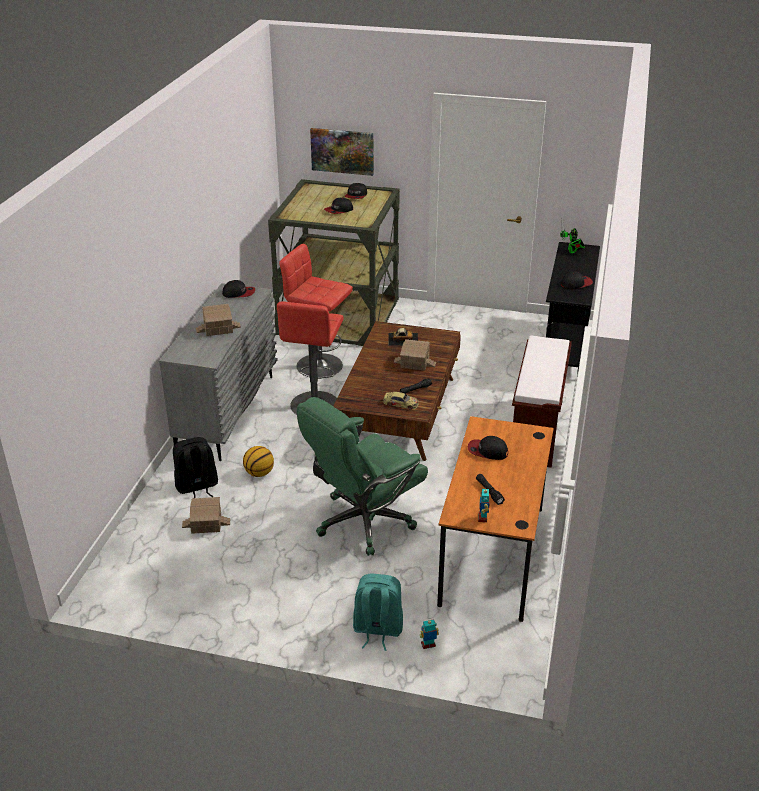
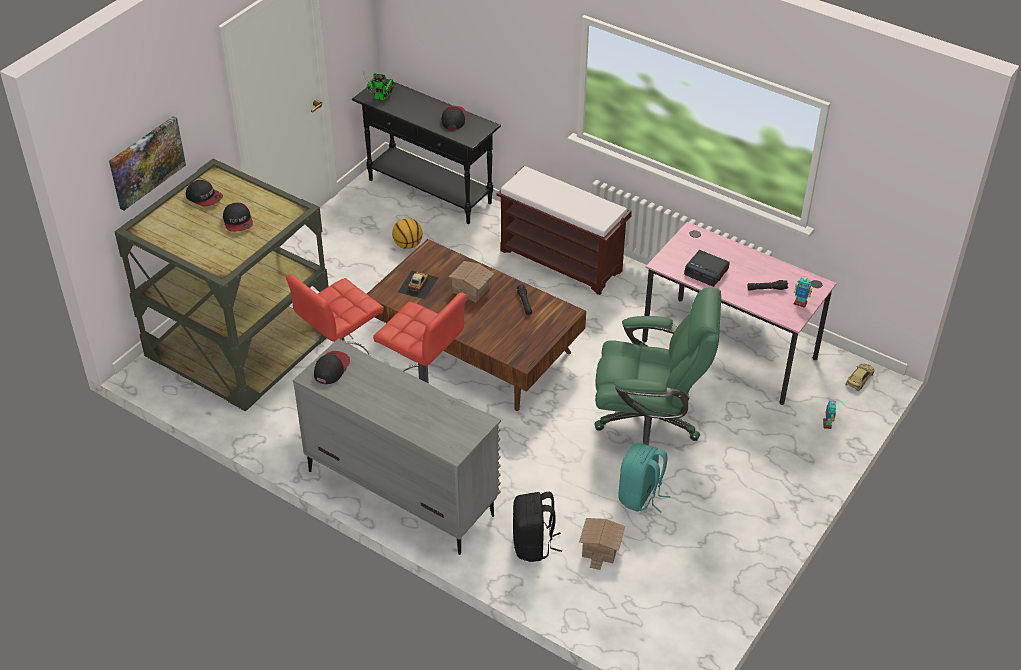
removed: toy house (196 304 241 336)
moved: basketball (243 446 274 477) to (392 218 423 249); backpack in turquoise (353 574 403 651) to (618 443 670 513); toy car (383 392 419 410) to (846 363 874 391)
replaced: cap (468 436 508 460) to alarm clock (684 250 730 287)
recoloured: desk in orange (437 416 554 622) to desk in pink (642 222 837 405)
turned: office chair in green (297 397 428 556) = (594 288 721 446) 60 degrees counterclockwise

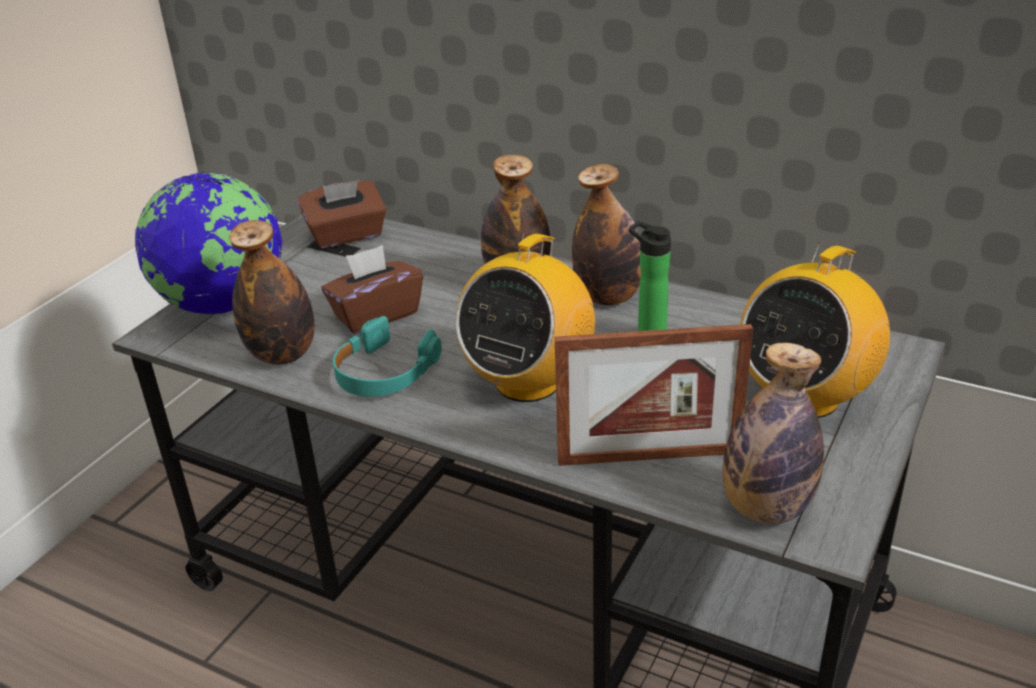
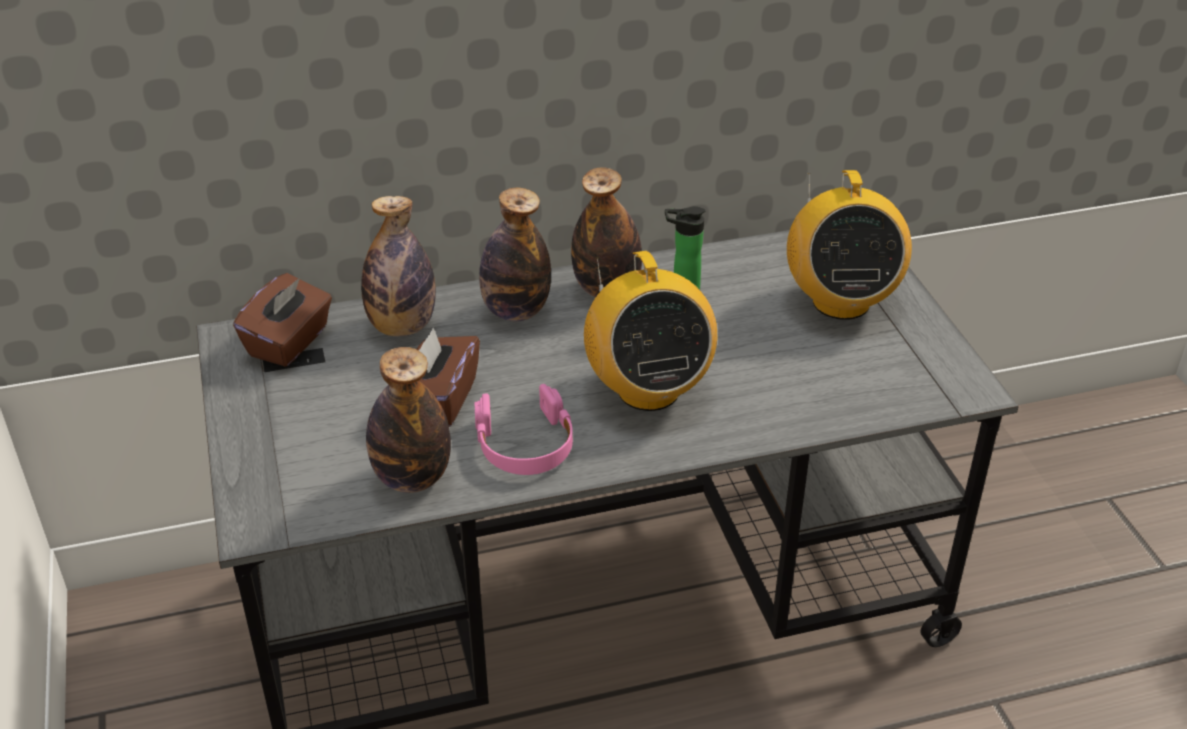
removed: globe (135 172 282 315); picture frame (555 324 753 466)
moved: bottle (723 343 824 524) to (361 196 436 336)
recoloured: headphones in turquoise (333 316 442 397) to headphones in pink (475 384 573 475)

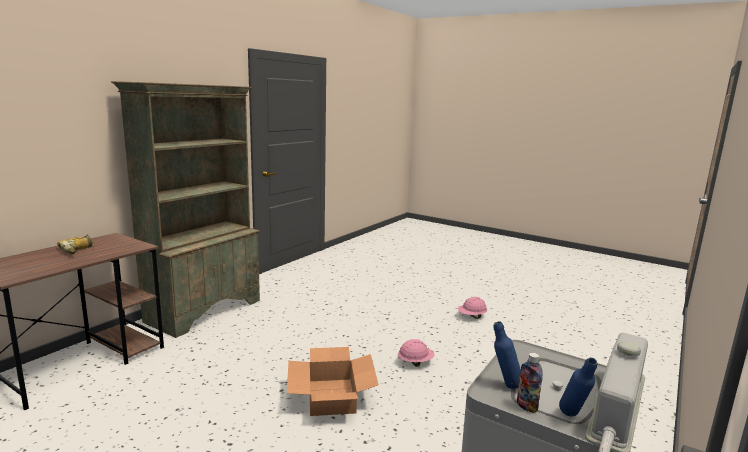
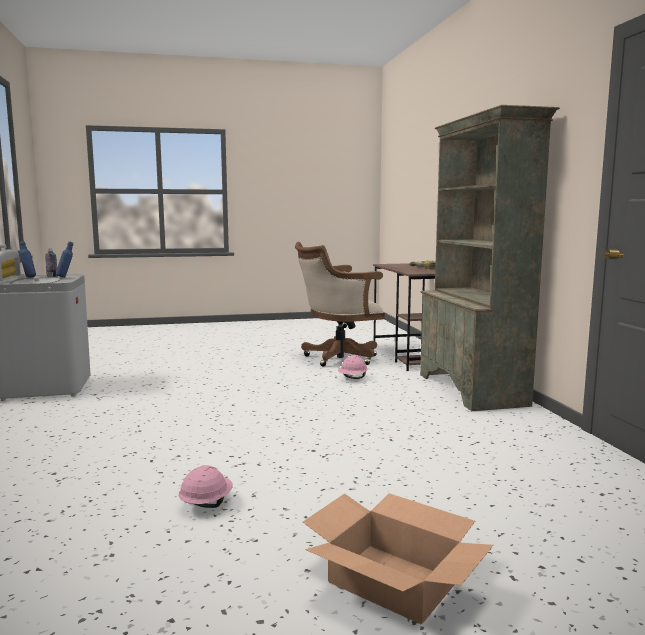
added: office chair (295 242 385 367)
moved: cardboard box (287 347 379 416) to (303 493 494 624); hard hat in pink (398 339 435 367) to (338 355 368 379)

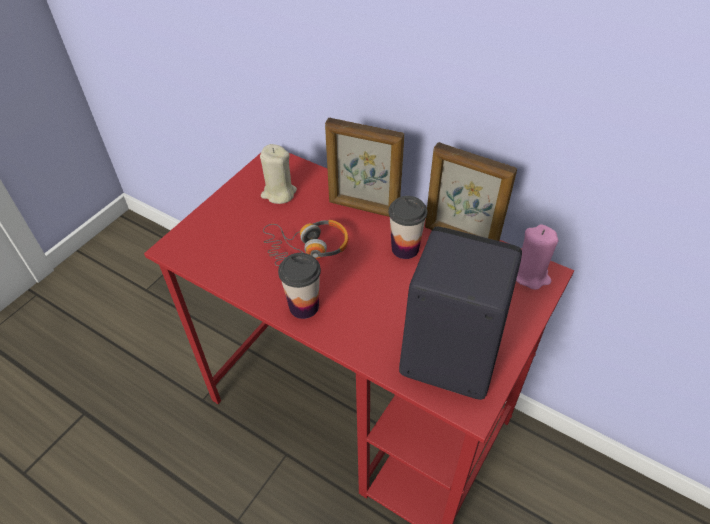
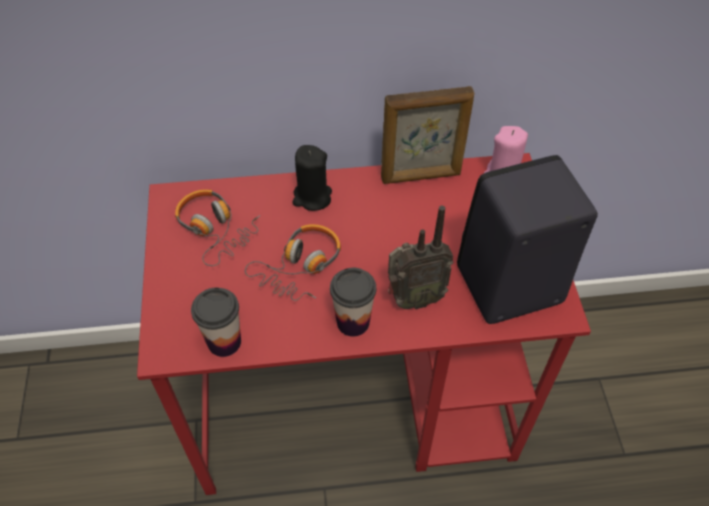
added: radio (388 206 453 309)
moved: cup (388 196 427 259) to (191 288 241 357)
replaced: candle in beige (260 144 297 204) to headphones (175 189 260 266); picture frame (325 118 404 217) to candle in black (293 145 332 211)

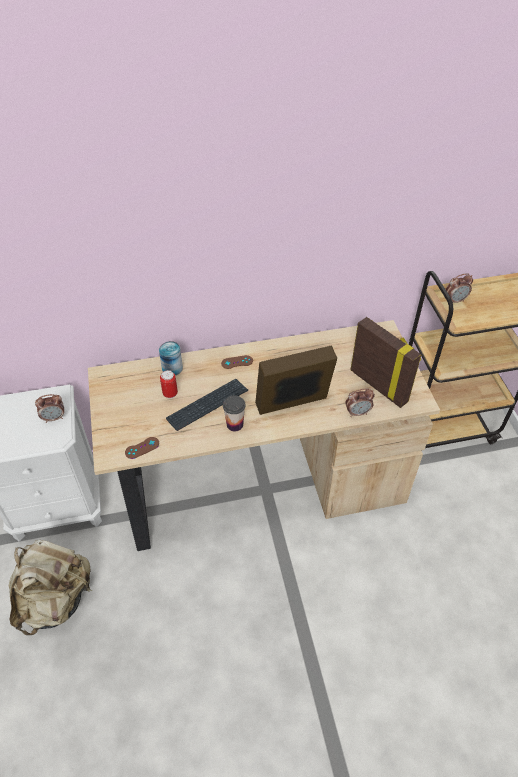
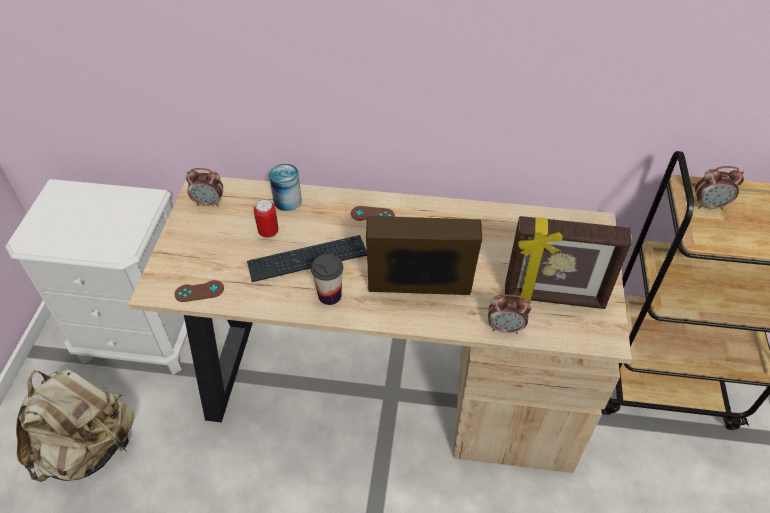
moved: alarm clock (35 394 64 423) to (186 168 223 206)
turned: picture frame (351 317 421 408) = (505 216 632 309) 120 degrees clockwise

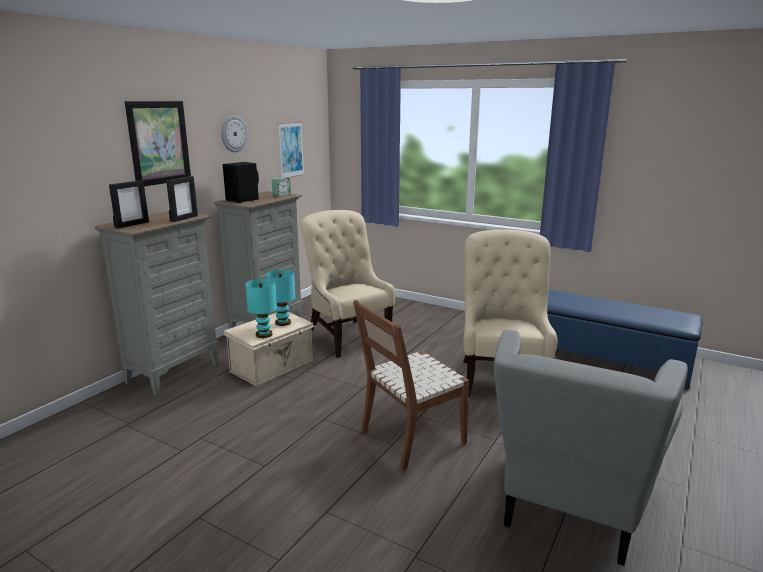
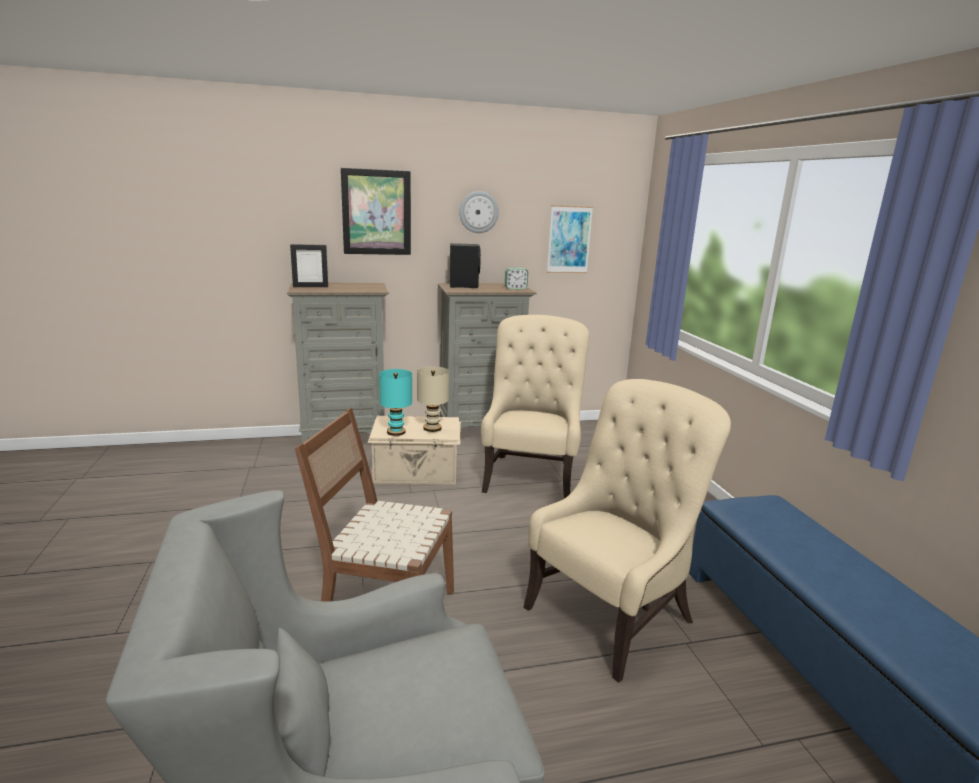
removed: picture frame (166 176 198 222)
recoloured: table lamp in turquoise (266 269 295 326) to table lamp in beige (417 366 449 432)

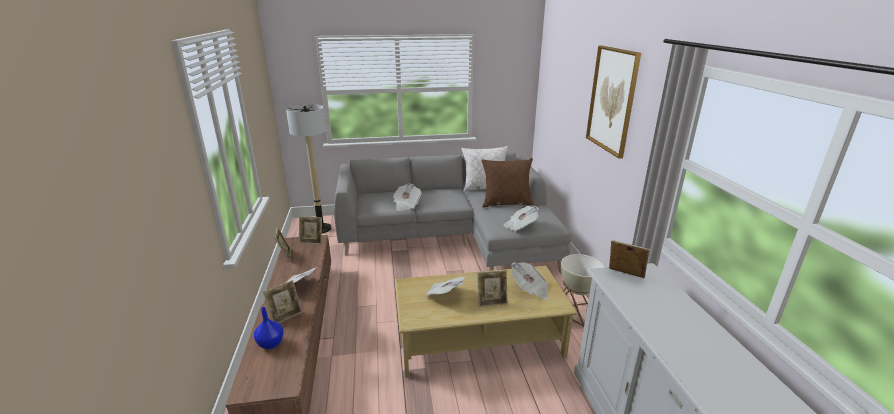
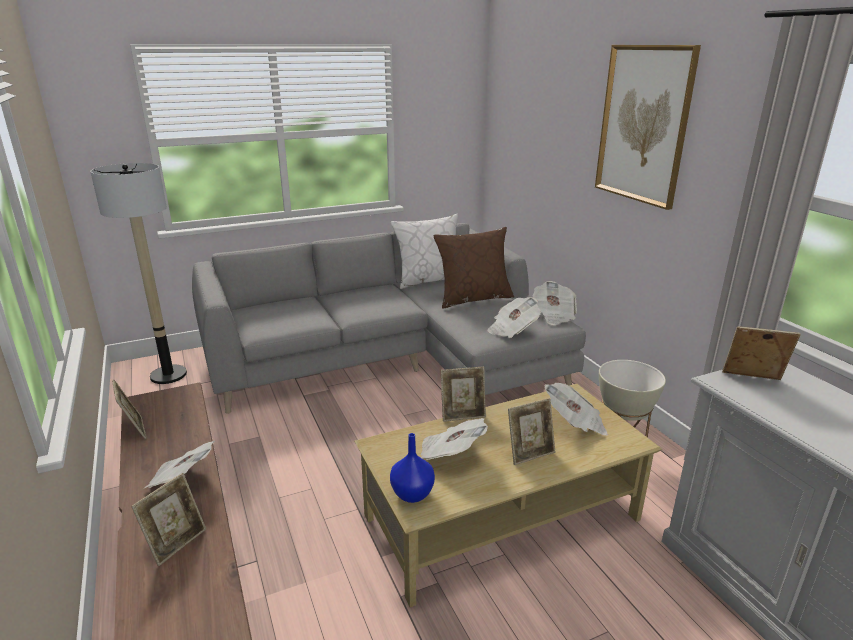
moved: vase in blue (254 307 283 349) to (390 433 435 503); picture frame (299 216 322 244) to (441 367 486 422); newspaper (393 184 422 211) to (533 281 577 325)

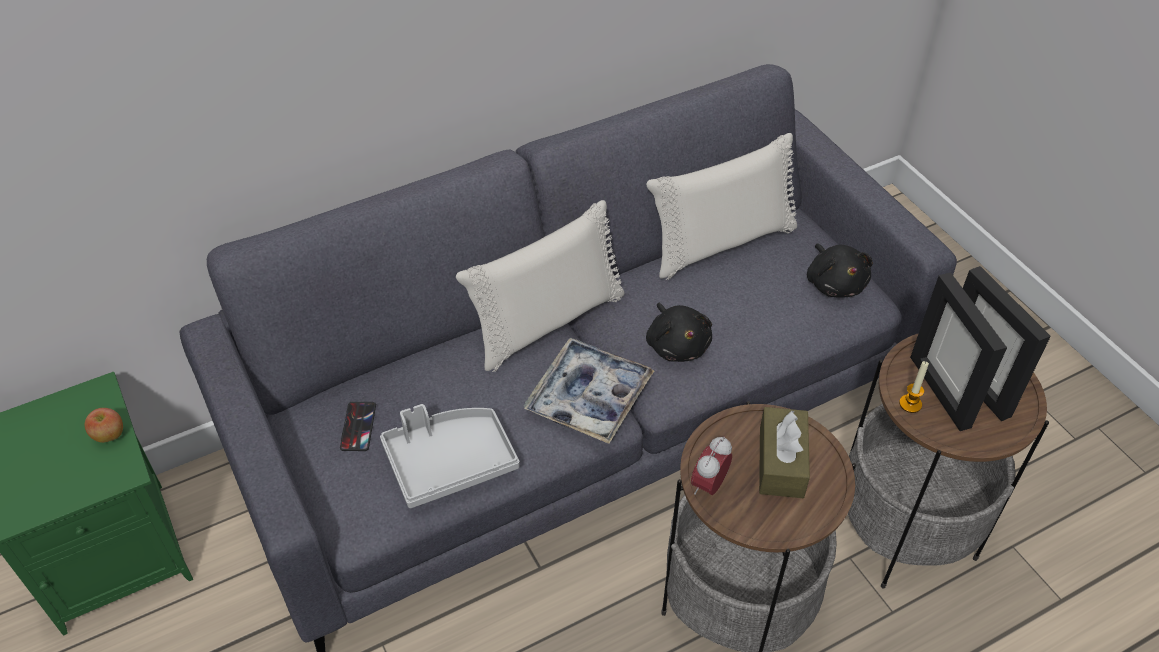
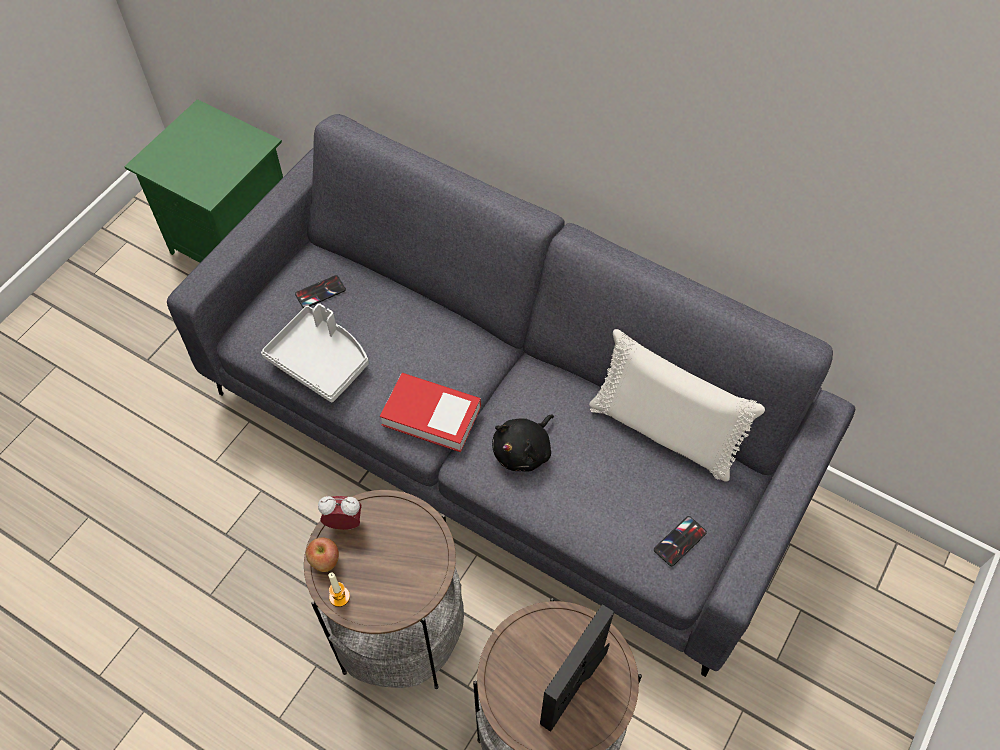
removed: pillow in white (456 200 624 372); tissue box in brown (759 407 810 498); picture frame (910 272 1007 431)
moved: apple (85 408 123 443) to (306 538 339 572); candle (899 361 929 413) to (328 572 350 607)
replaced: tray (524 338 654 444) to book (380 373 481 452); plush toy in black (807 243 873 298) to phone (654 516 707 566)

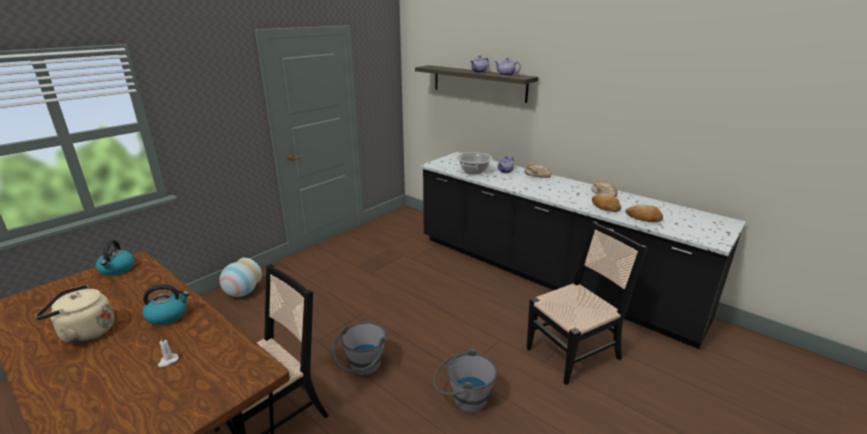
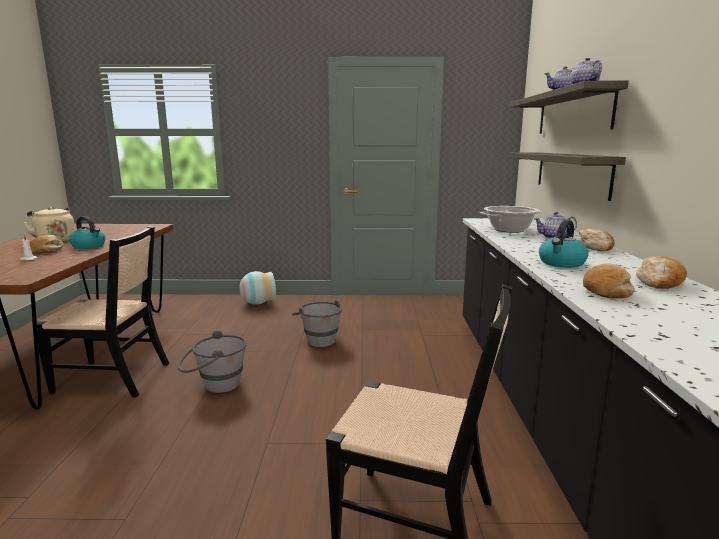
added: shelf (509 153 626 201)
moved: kettle (96 240 134 276) to (539 220 589 268); bucket in grey (433 348 497 413) to (292 299 342 347); bread (625 204 663 222) to (29 235 63 254)

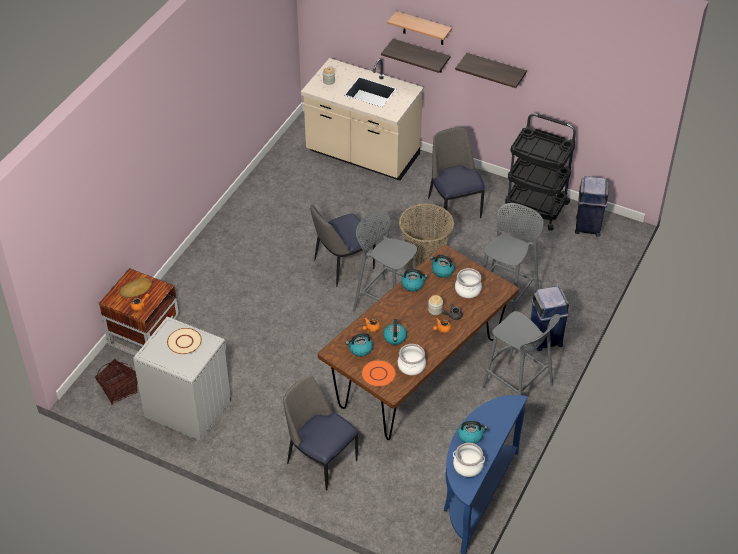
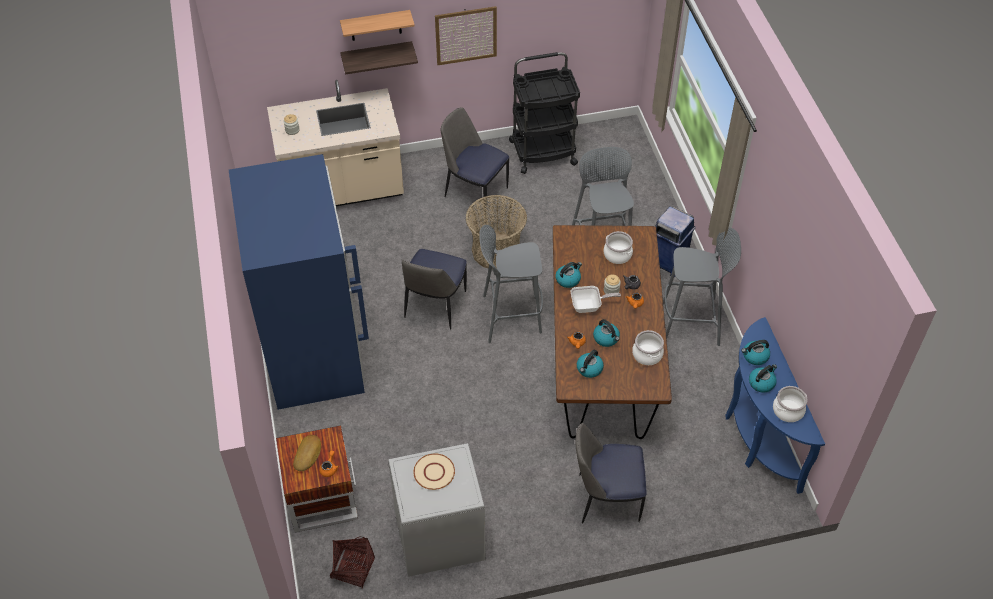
removed: plate in orange (361 360 396 387); trash can in blue (575 176 609 237)
added: fridge in blue (229 154 369 410); frying pan (571 286 621 313)
moved: kettle (430 255 455 278) to (741 340 770 365)
replaced: shelf (455 53 527 88) to picture (435 6 497 65)

